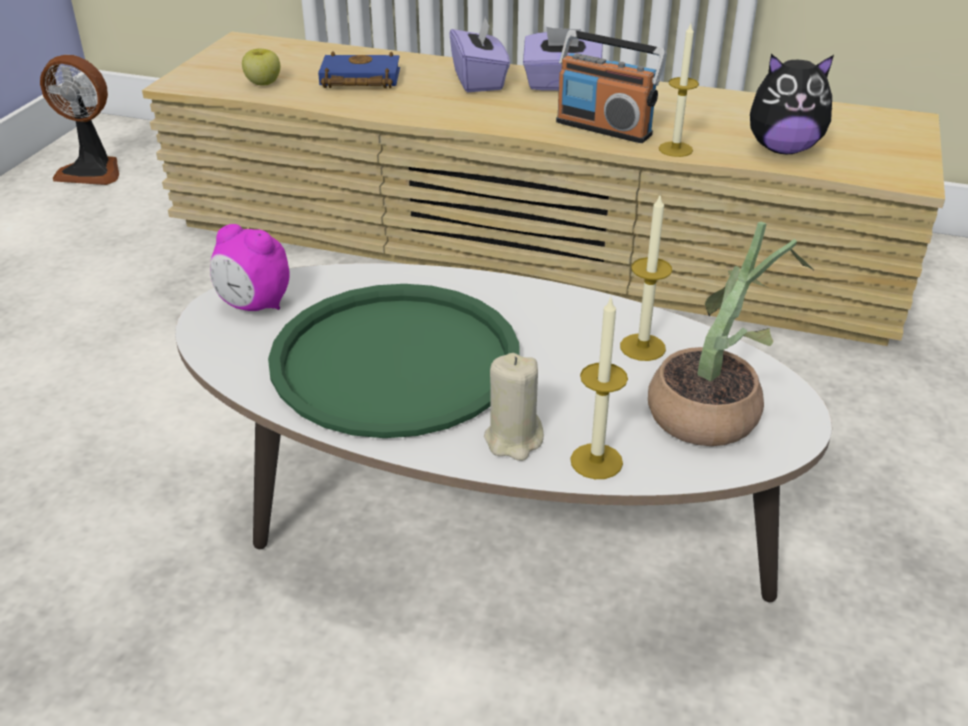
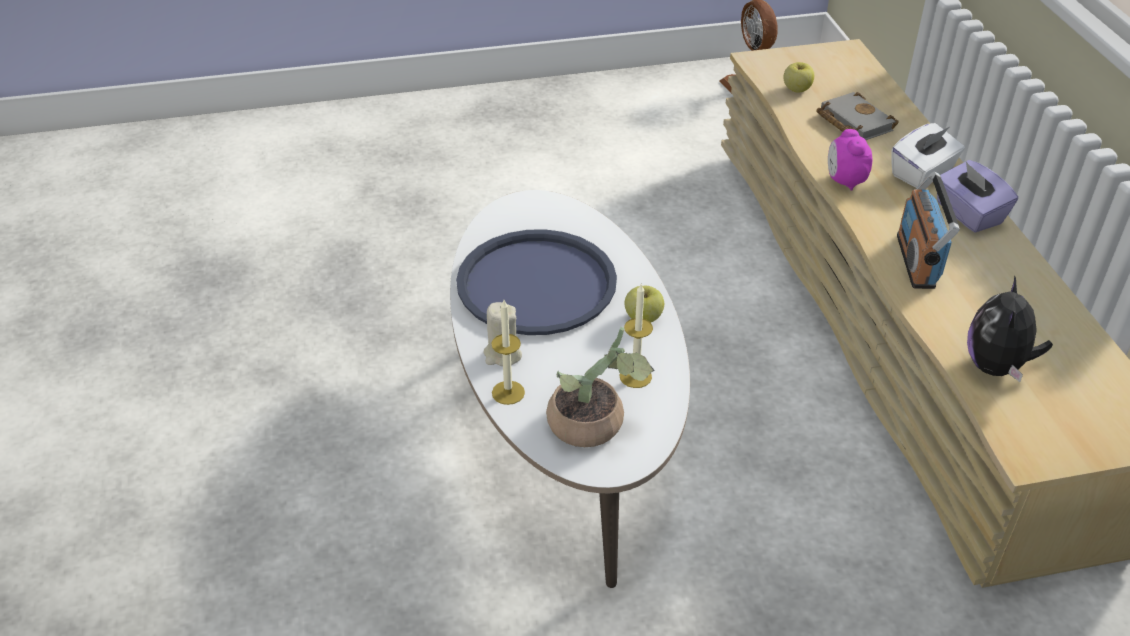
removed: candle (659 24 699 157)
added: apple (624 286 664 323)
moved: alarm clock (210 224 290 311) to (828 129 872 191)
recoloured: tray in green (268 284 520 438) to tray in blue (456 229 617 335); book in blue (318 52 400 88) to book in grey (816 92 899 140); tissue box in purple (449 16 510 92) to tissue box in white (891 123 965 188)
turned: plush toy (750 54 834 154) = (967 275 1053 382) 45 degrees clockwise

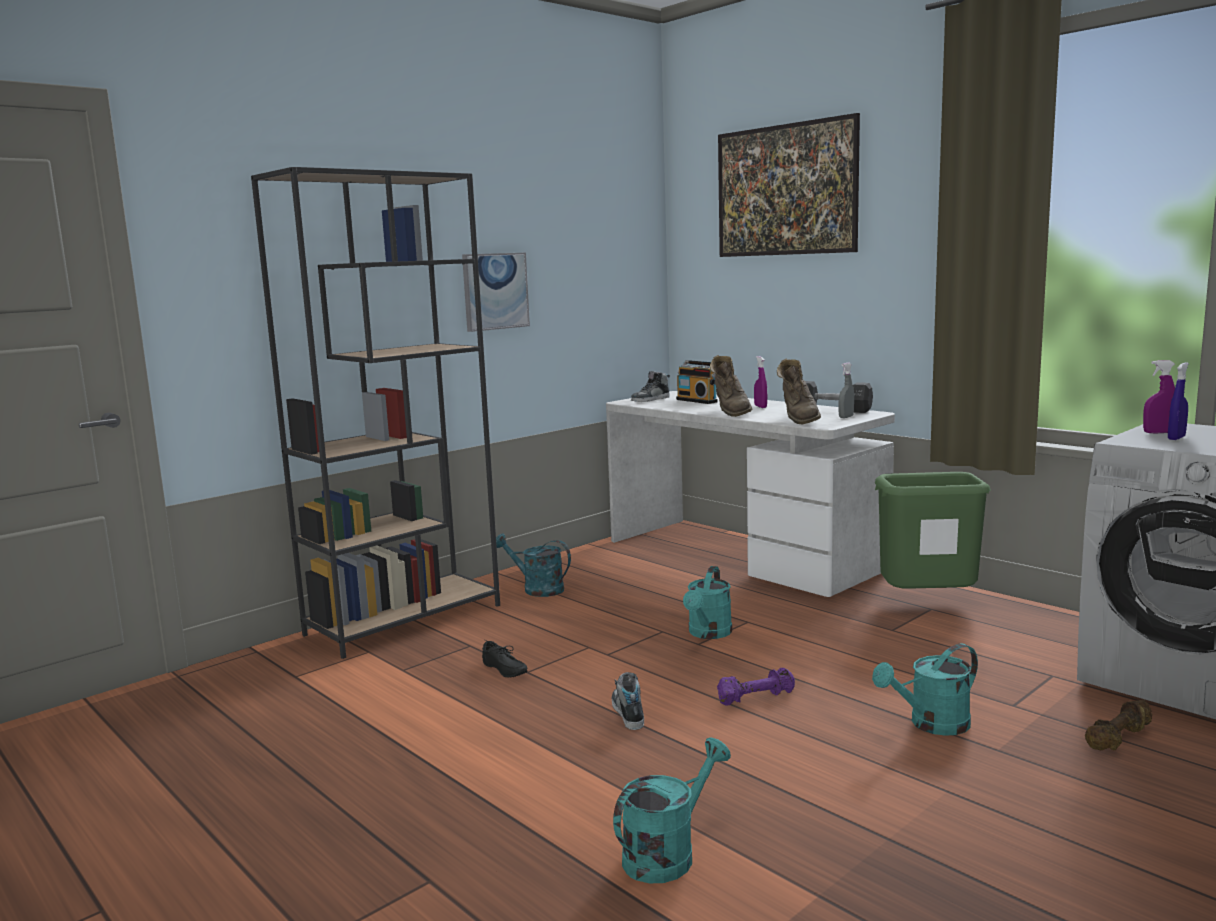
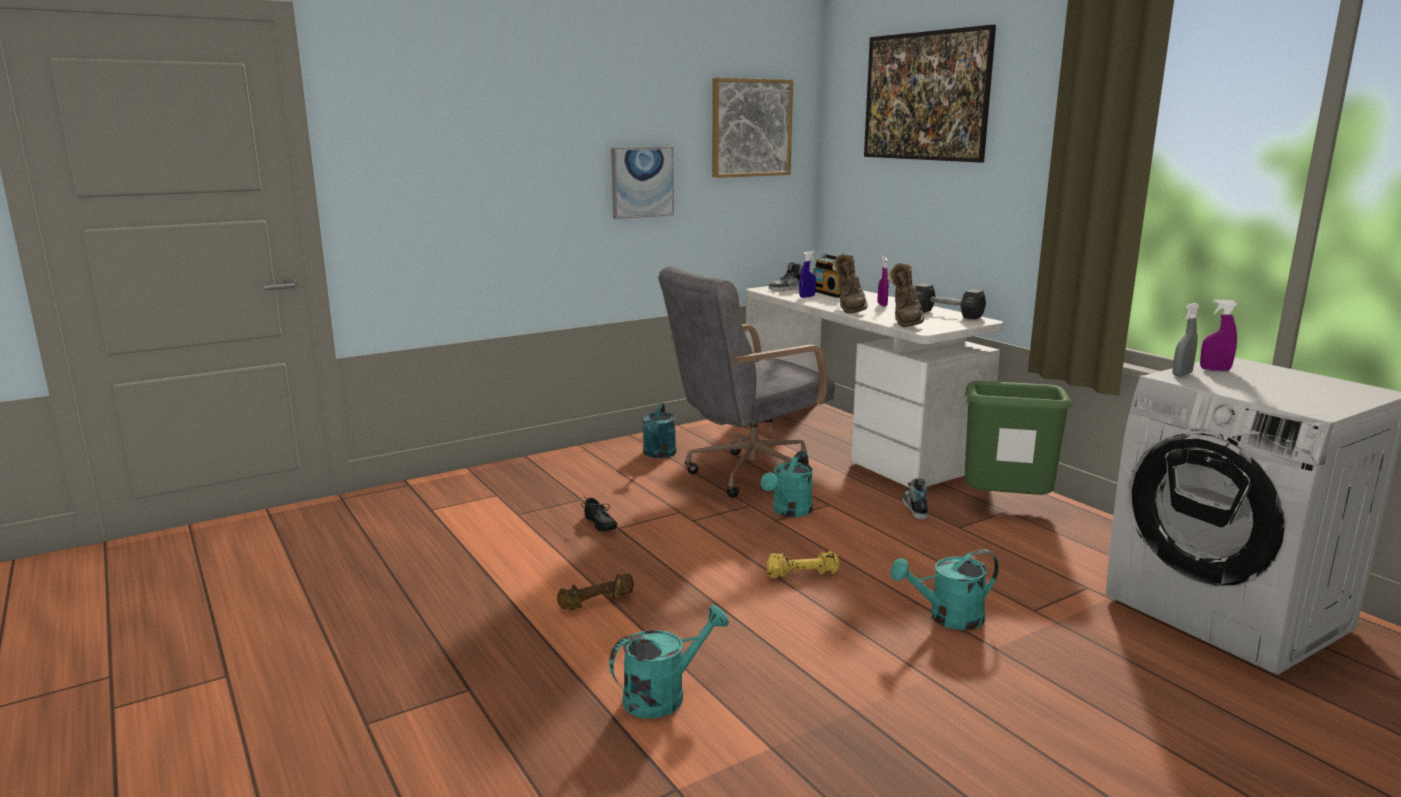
removed: bookcase (251 167 500 659)
added: office chair in grey (658 266 835 498); picture (712 78 793 178)
moved: shoe (612 672 644 730) to (902 478 928 520); spray bottle in grey (838 362 854 418) to (1173 303 1200 376); dumbbell in brown (1085 700 1152 751) to (557 574 634 610); spray bottle in blue (1168 363 1189 440) to (799 251 816 298)
recoloured: dumbbell in purple (717 668 795 705) to dumbbell in yellow (767 551 840 578)
turned: watering can in turquoise (496 534 571 597) = (642 403 677 458) 120 degrees counterclockwise

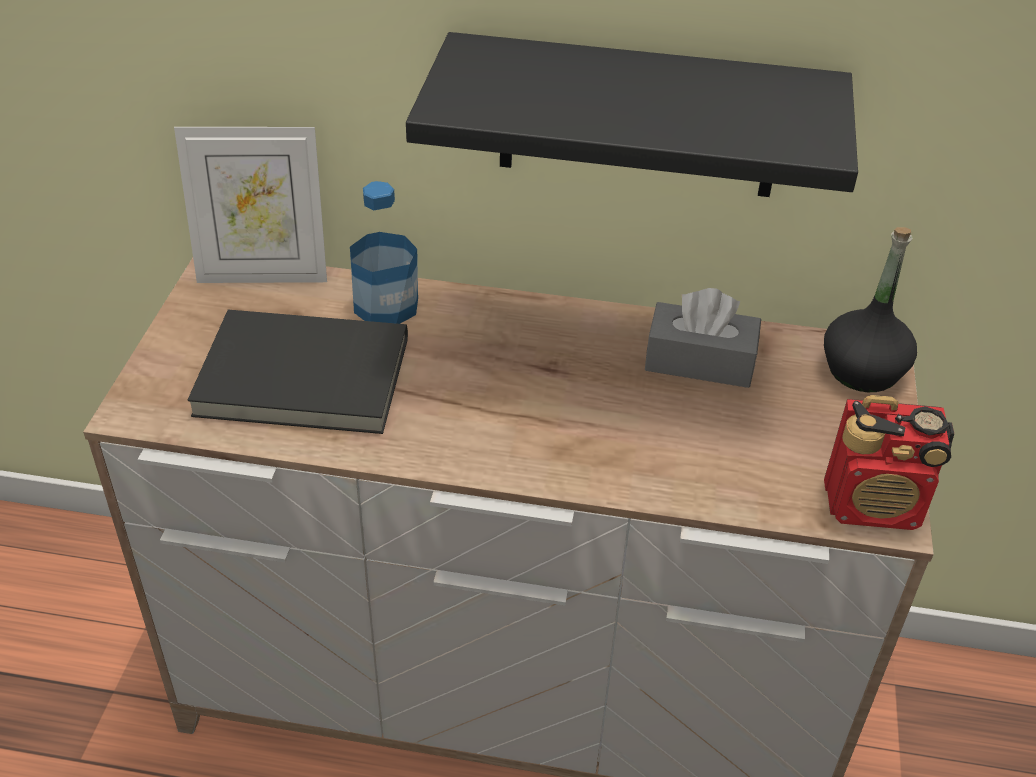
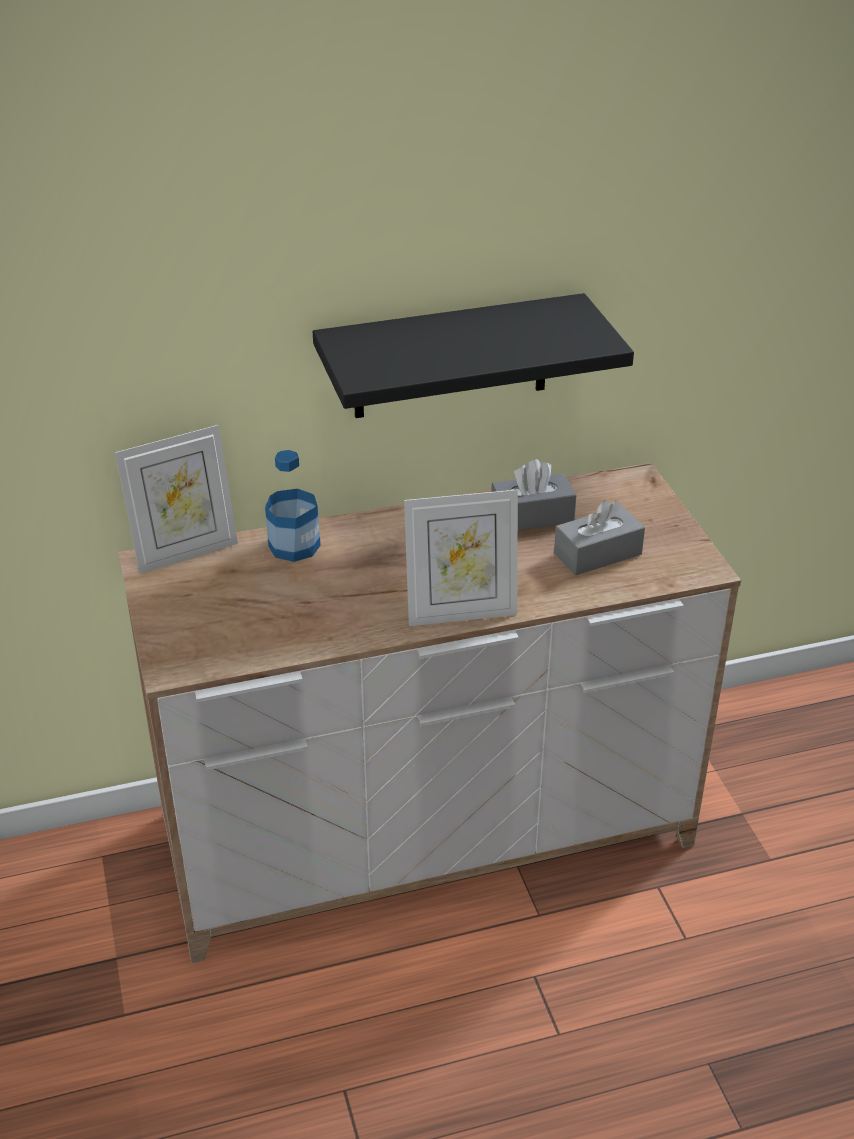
removed: book in black (188 310 408 434); bottle in black (824 227 917 392); radio (824 395 954 530)
added: picture frame (404 489 518 626); tissue box in grey (554 500 645 576)

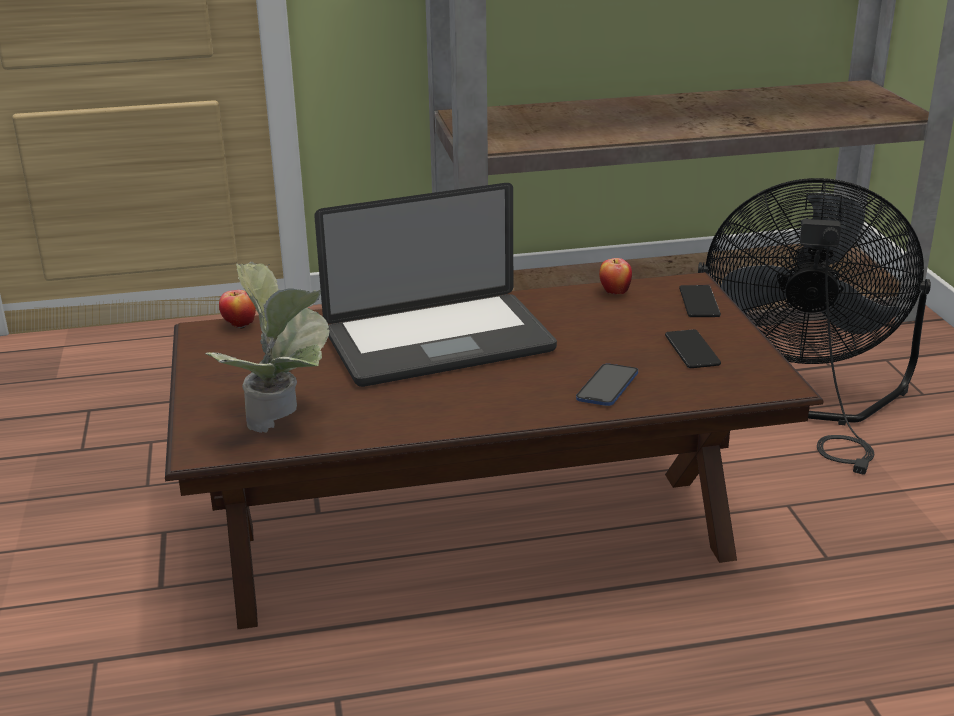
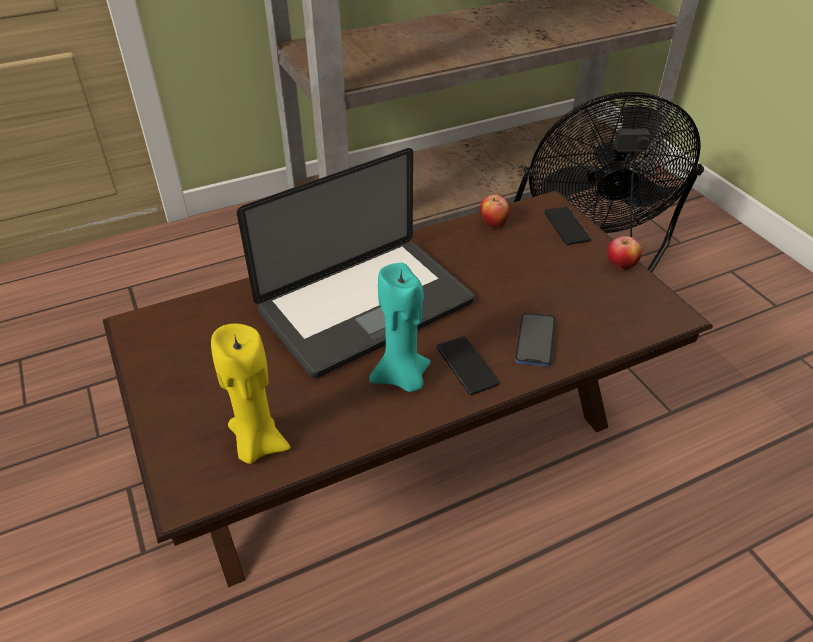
added: candle in turquoise (369 263 430 392)
moved: apple (219 290 256 329) to (607 236 642 270); phone (665 329 721 368) to (437 336 499 395)
replaced: potted plant (205 262 330 433) to candle in yellow (211 324 291 464)

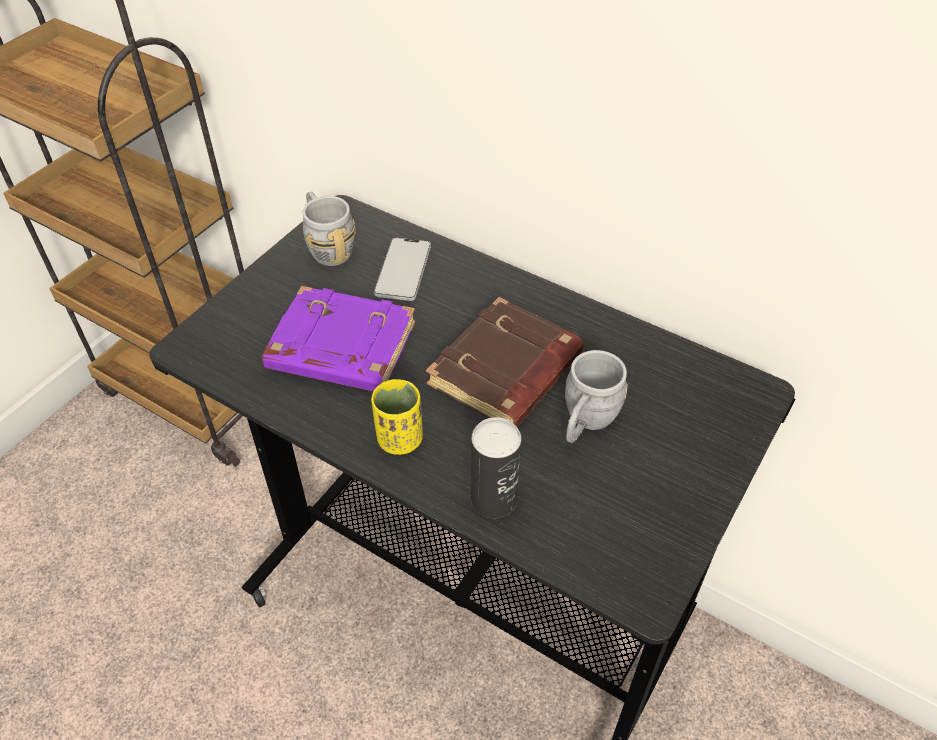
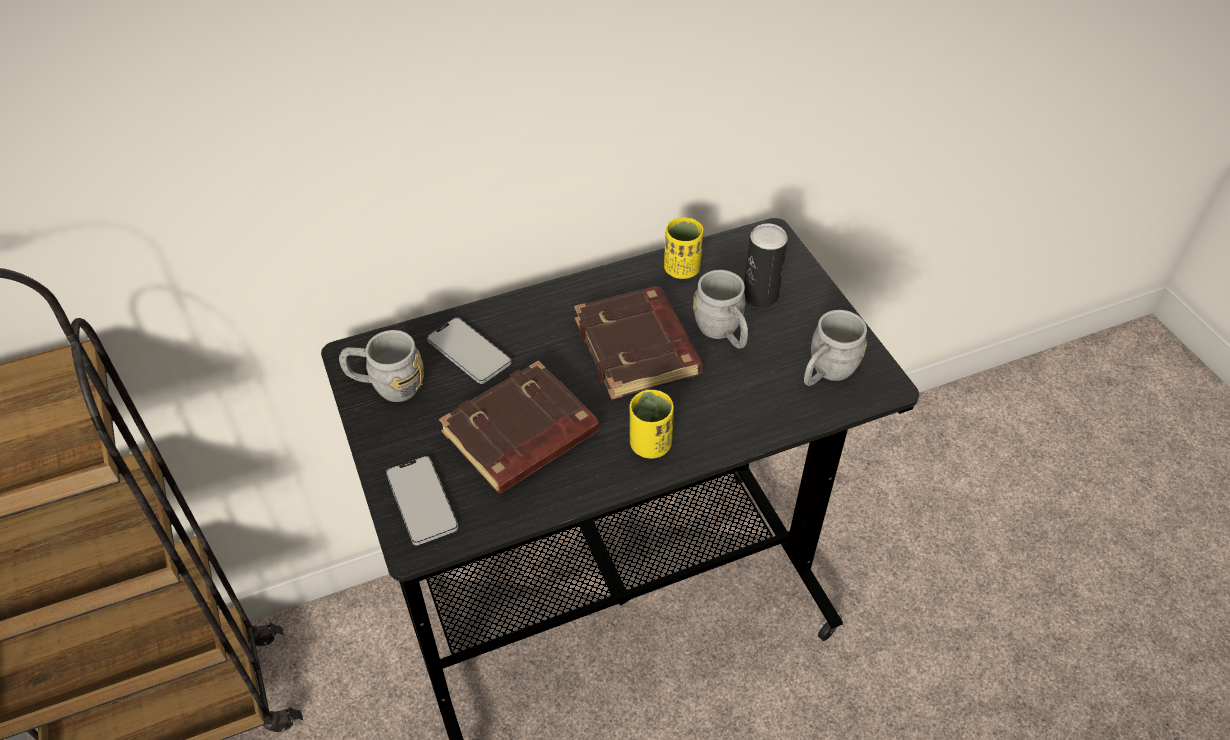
added: phone (386 456 458 545); cup in yellow (664 217 704 279); mug in grey (804 310 867 386)
moved: can (471 417 522 518) to (744 223 788 308)
recoloured: book in purple (262 286 416 391) to book in brown (439 361 599 494)

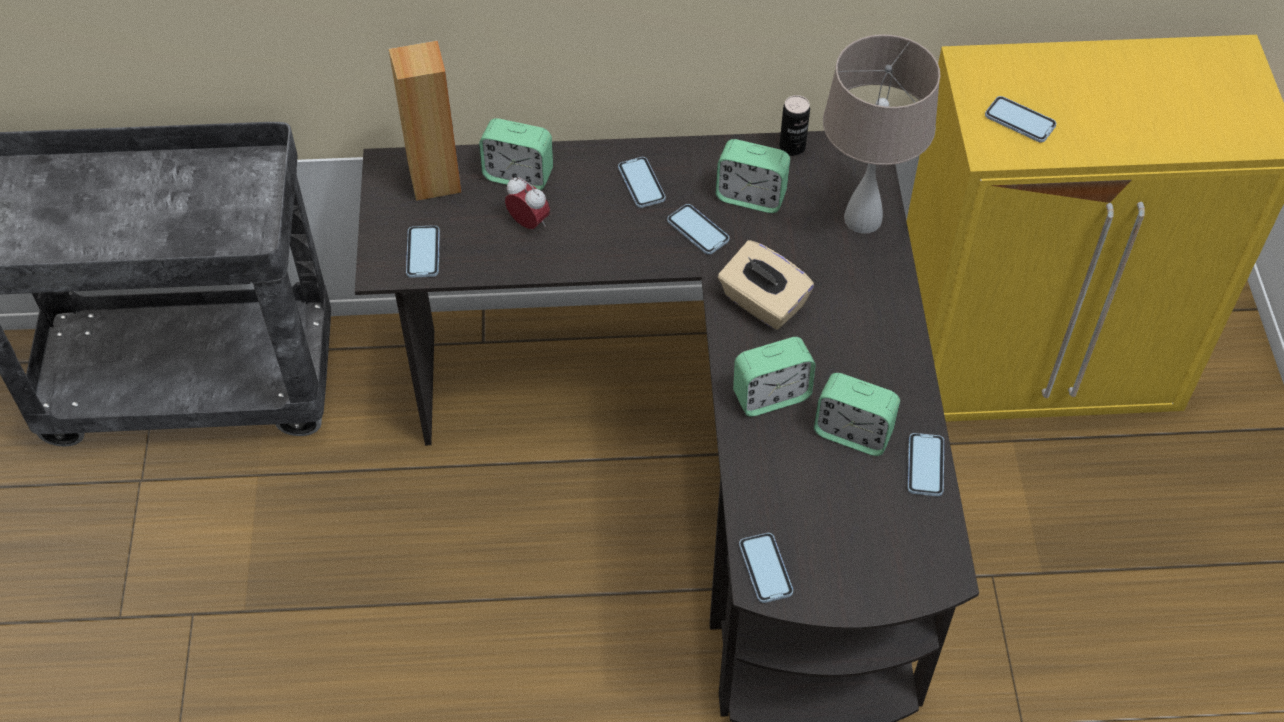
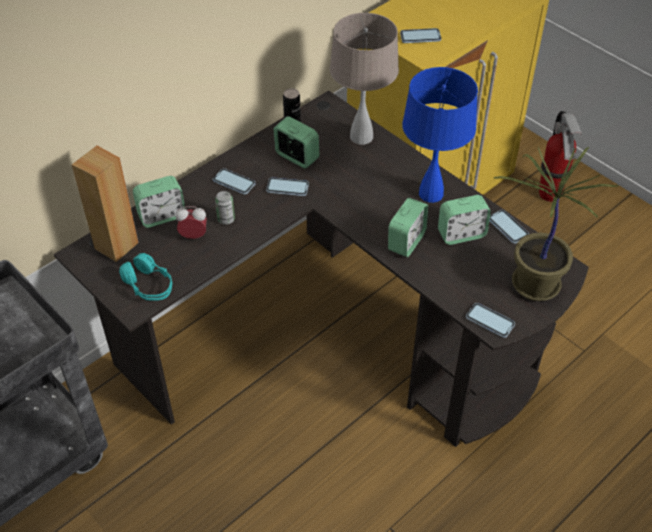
removed: tissue box in beige (718 240 814 330)
added: can (215 191 235 225); table lamp in blue (402 67 478 203); potted plant (494 147 619 301); fire extinguisher (539 111 582 202)
replaced: phone (406 225 440 278) to headphones in turquoise (119 253 172 301)
turned: alarm clock (716 139 790 213) = (274 116 319 168) 120 degrees counterclockwise

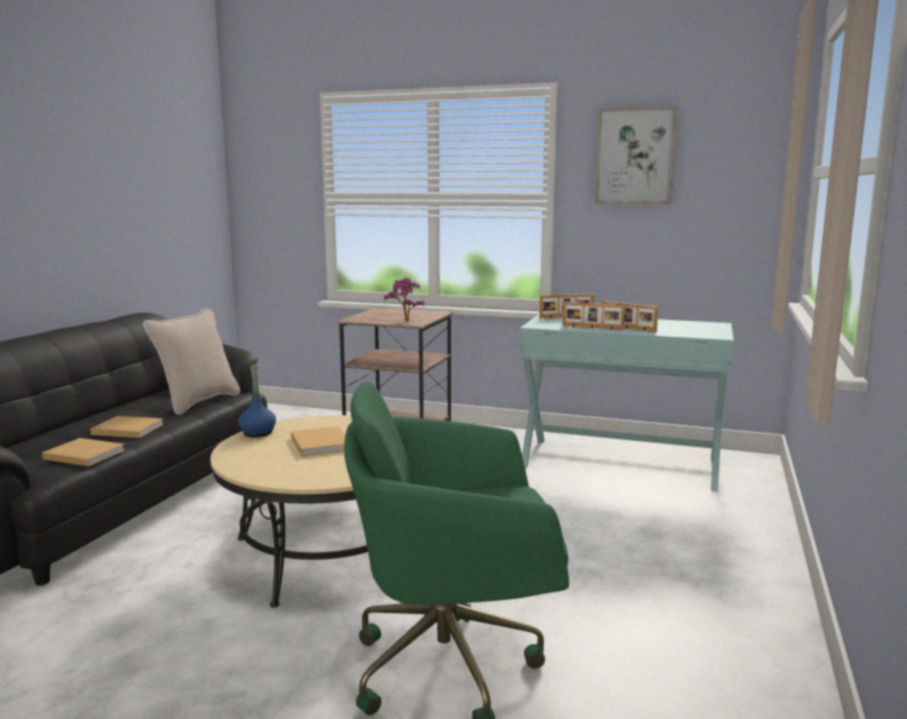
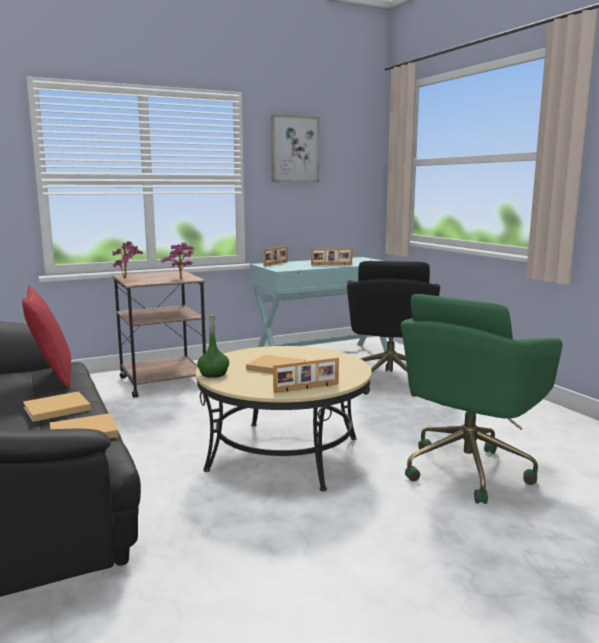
added: potted plant (112 241 143 278); office chair in black (347 261 440 397)
moved: picture frame (562 302 625 330) to (273 357 339 393)
recoloured: pillow in beige (143 308 240 415) to pillow in red (22 285 71 389); bottle in blue (238 364 276 437) to bottle in green (197 314 229 378)

